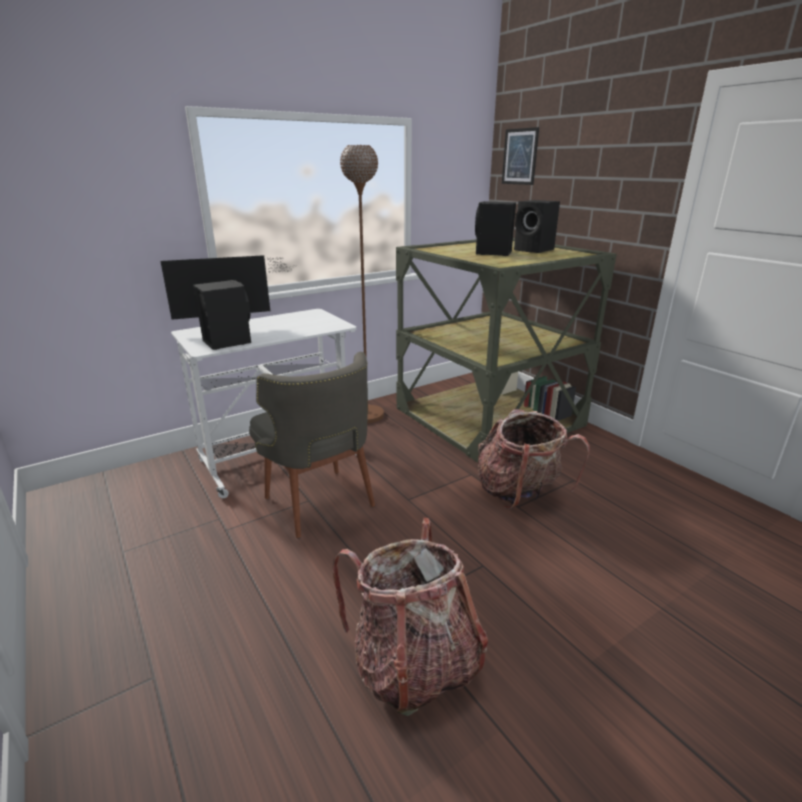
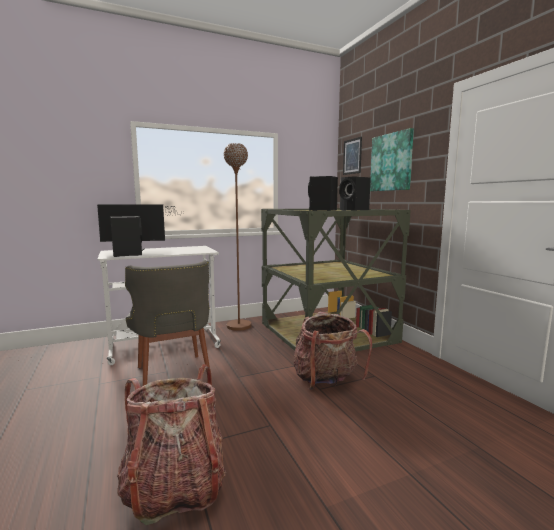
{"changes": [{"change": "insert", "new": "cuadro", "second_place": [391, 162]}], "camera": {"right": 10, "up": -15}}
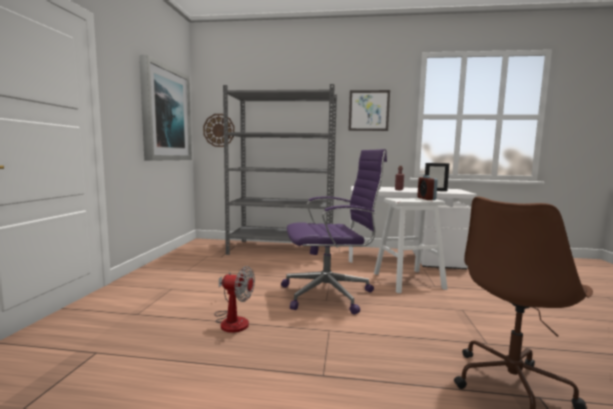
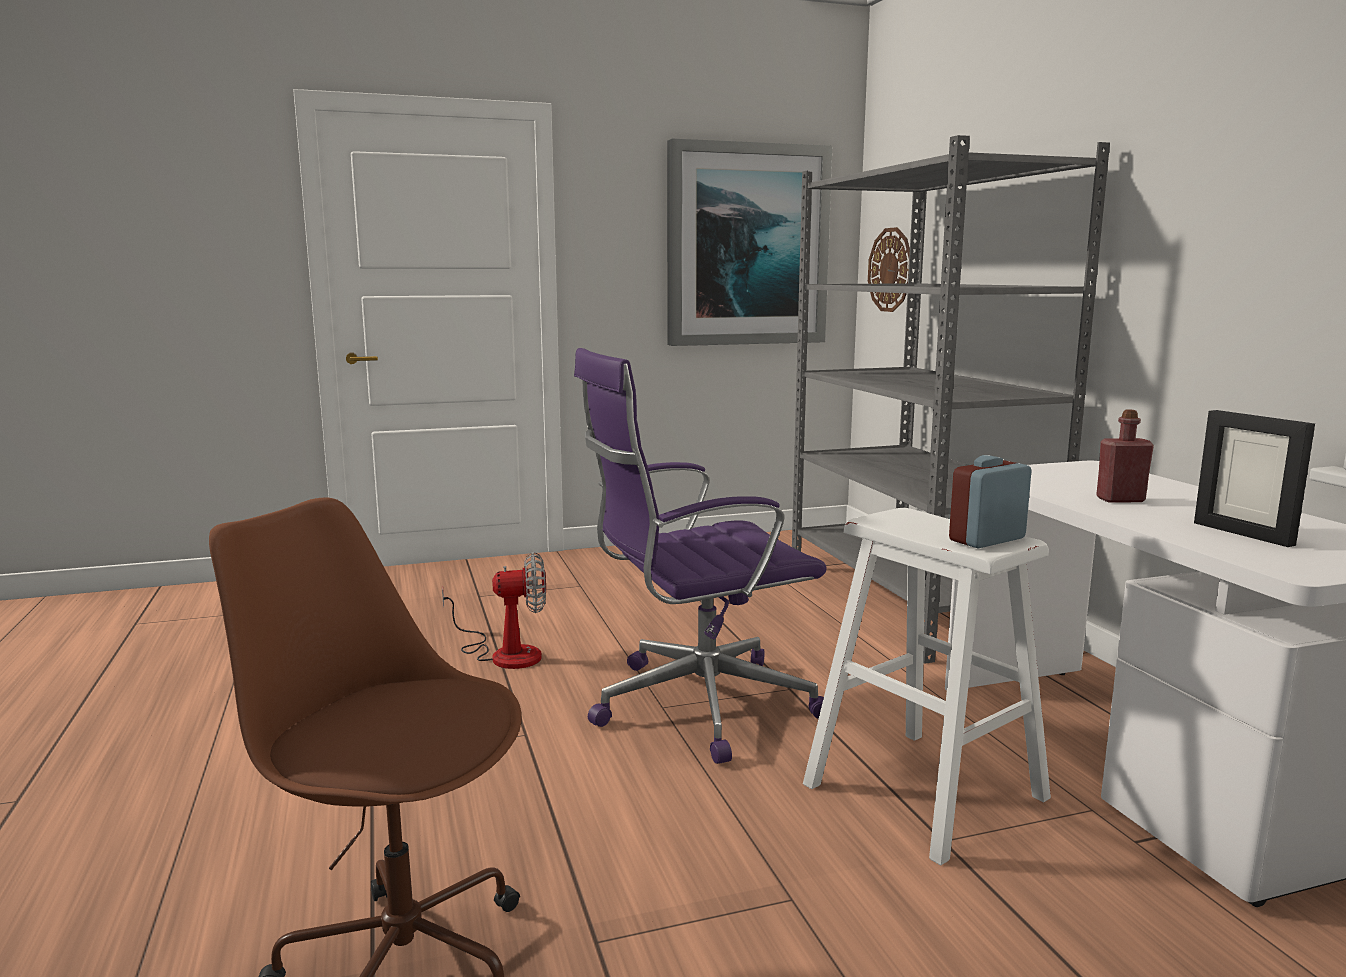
{"changes": [{"change": "delete", "old": "cuadro", "first_place": [368, 110]}, {"change": "rotate", "old": "ventilador", "first_place": [232, 320], "second_place": [504, 653], "degrees": -90}, {"change": "rotate", "old": "silla de oficina [morado]", "first_place": [330, 294], "second_place": [697, 705], "degrees": 105}], "camera": {"right": 65, "up": 5}}
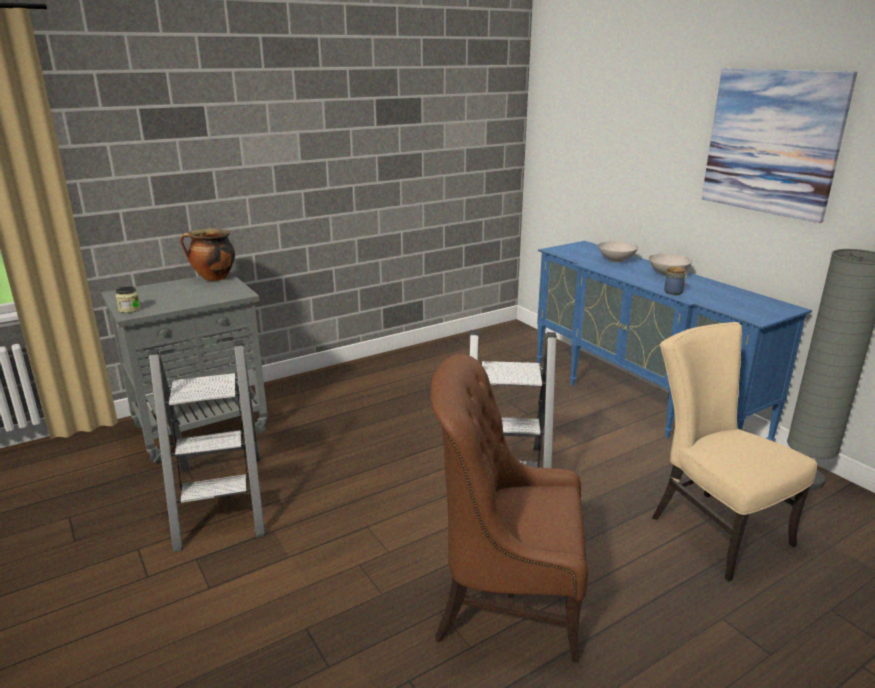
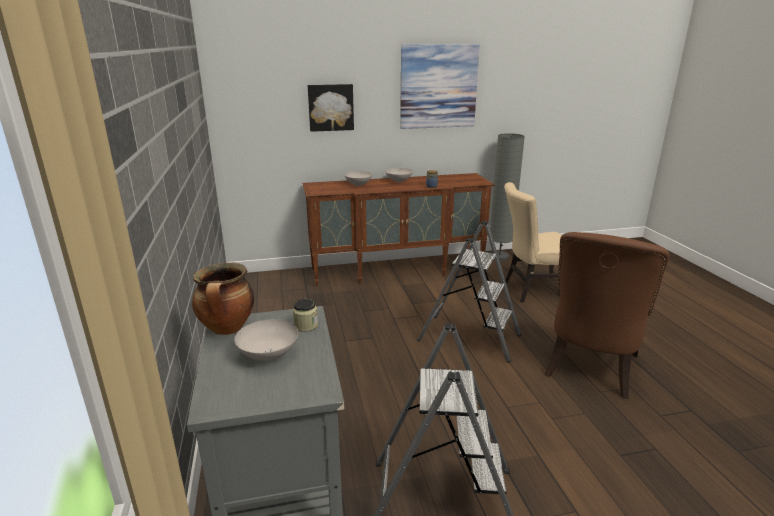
{"changes": [{"change": "insert", "new": "cuenco [blanco]", "second_place": [268, 354]}, {"change": "insert", "new": "cuadro", "second_place": [330, 107]}, {"change": "move", "old": "tarro", "first_place": [129, 309], "second_place": [306, 325]}, {"change": "recolor", "old": "armario [azul]", "new": "armario [marrón]", "first_place": [639, 401], "second_place": [397, 269]}], "camera": {"right": -70, "up": 0}}
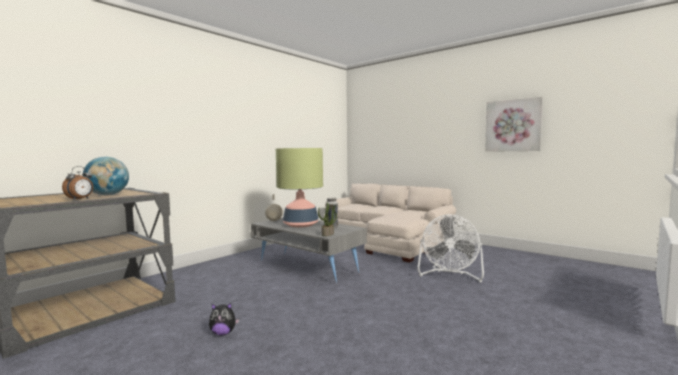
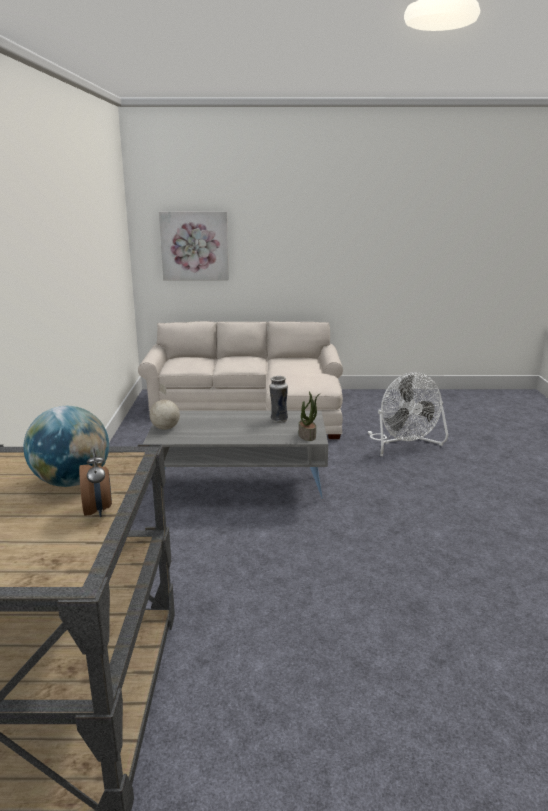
{"changes": [{"change": "delete", "old": "peluche", "first_place": [223, 333]}, {"change": "delete", "old": "lámpara de mesa", "first_place": [301, 224]}, {"change": "move", "old": "cuadro", "first_place": [513, 125], "second_place": [194, 246]}], "camera": {"right": -40, "up": 15}}
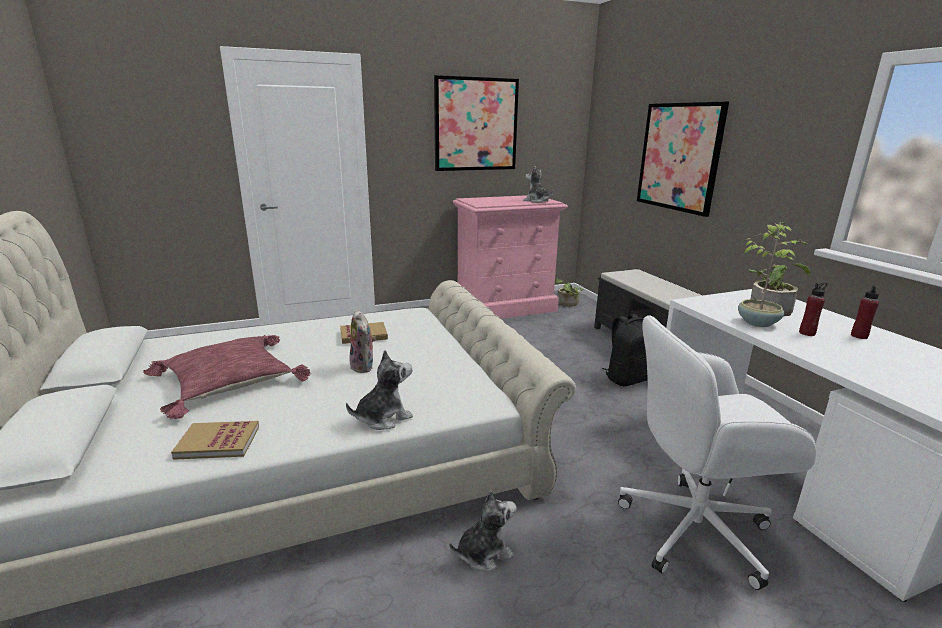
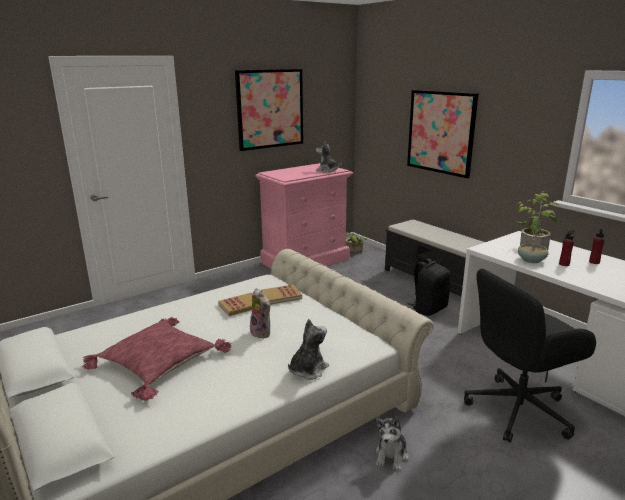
{"changes": [{"change": "move", "old": "libro", "first_place": [218, 442], "second_place": [281, 296]}, {"change": "recolor", "old": "silla de oficina [blanco]", "new": "silla de oficina [negro]", "first_place": [694, 530], "second_place": [518, 410]}, {"change": "rotate", "old": "peluche", "first_place": [484, 553], "second_place": [391, 455], "degrees": 150}], "camera": {"right": -15, "up": 0}}
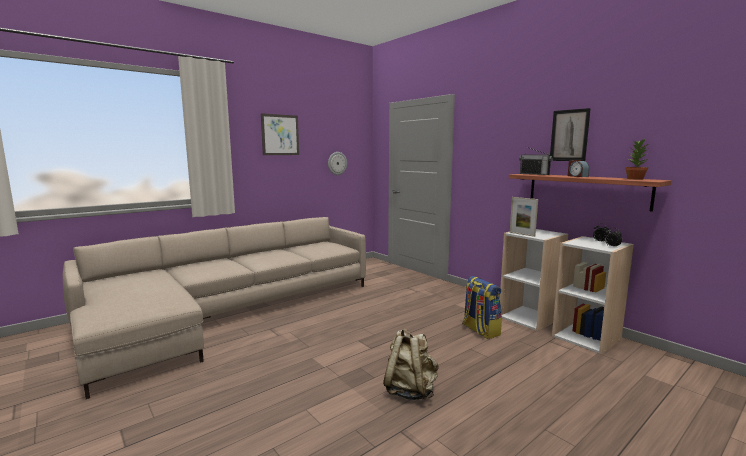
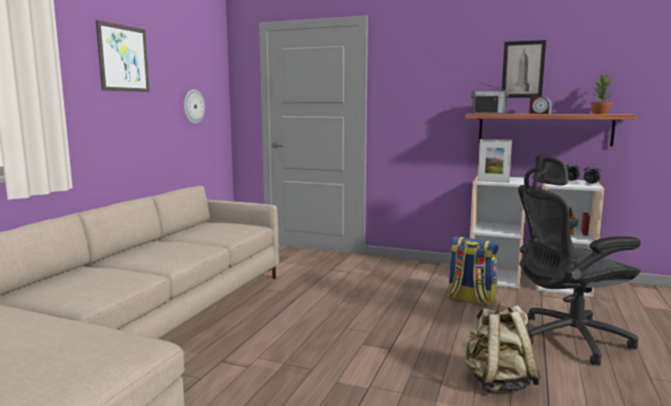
{"changes": [{"change": "insert", "new": "silla de oficina", "second_place": [567, 339]}], "camera": {"right": -30, "up": 0}}
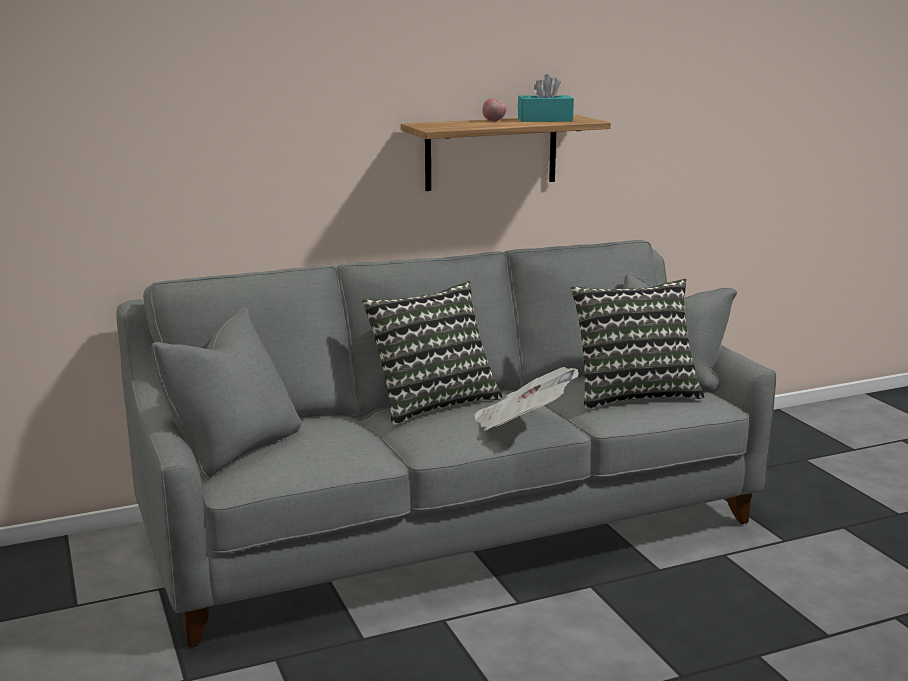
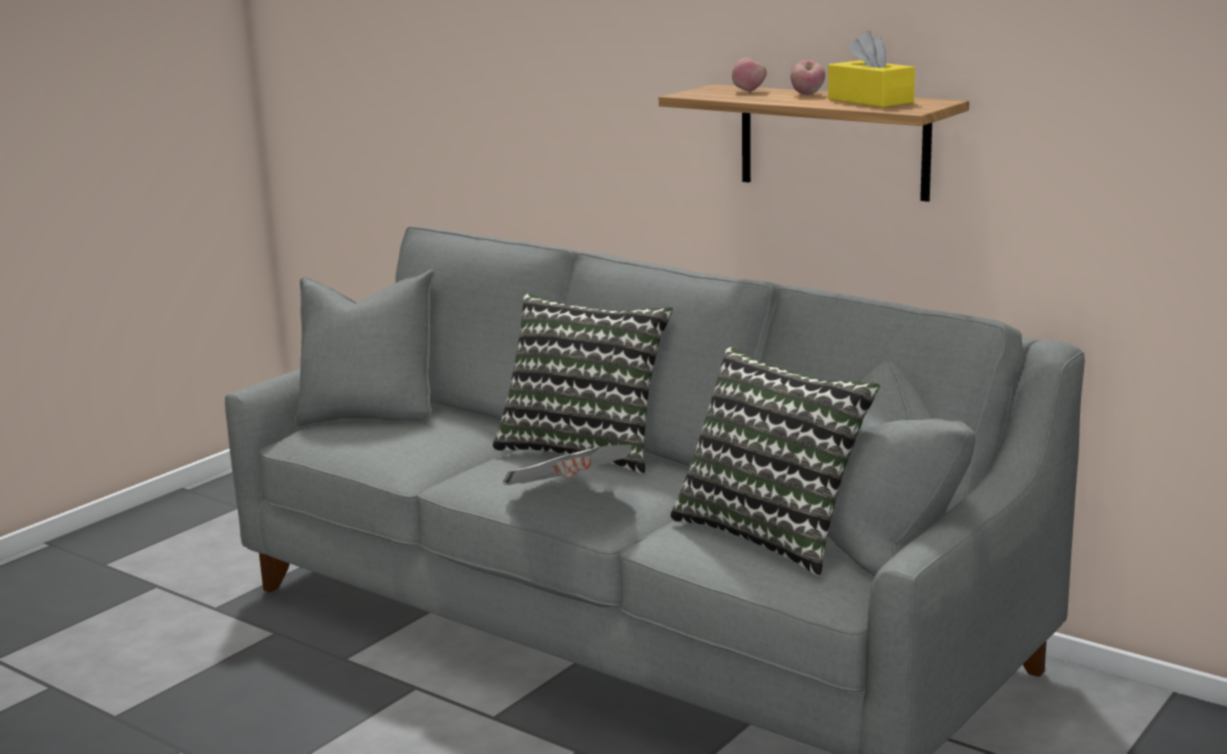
{"changes": [{"change": "insert", "new": "manzana", "second_place": [749, 91]}, {"change": "recolor", "old": "caja de pañuelos [turquesa]", "new": "caja de pañuelos [amarillo]", "first_place": [545, 120], "second_place": [870, 101]}], "camera": {"right": 60, "up": 0}}
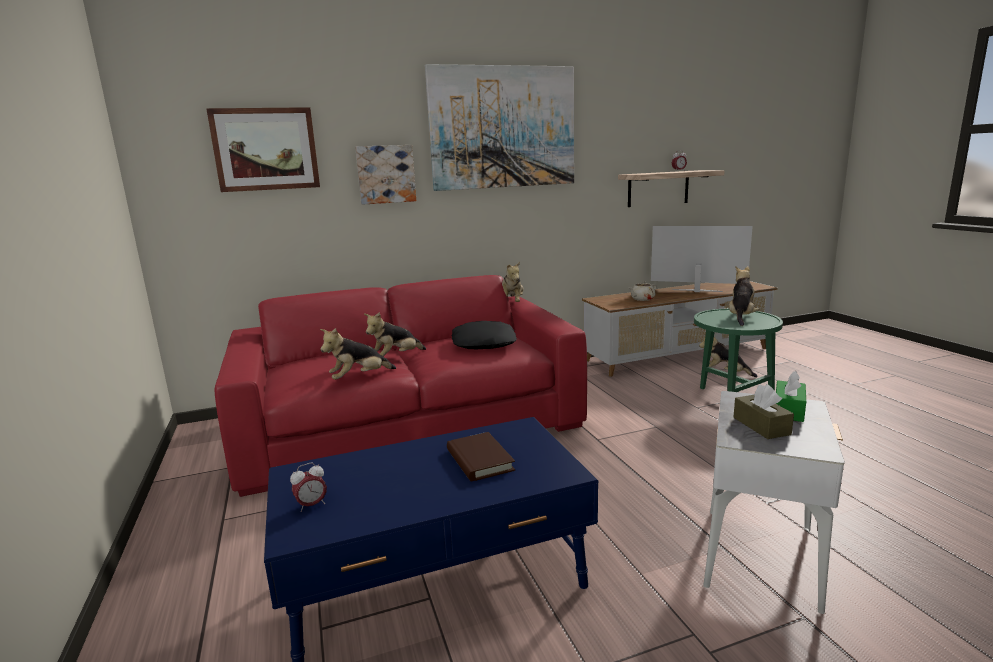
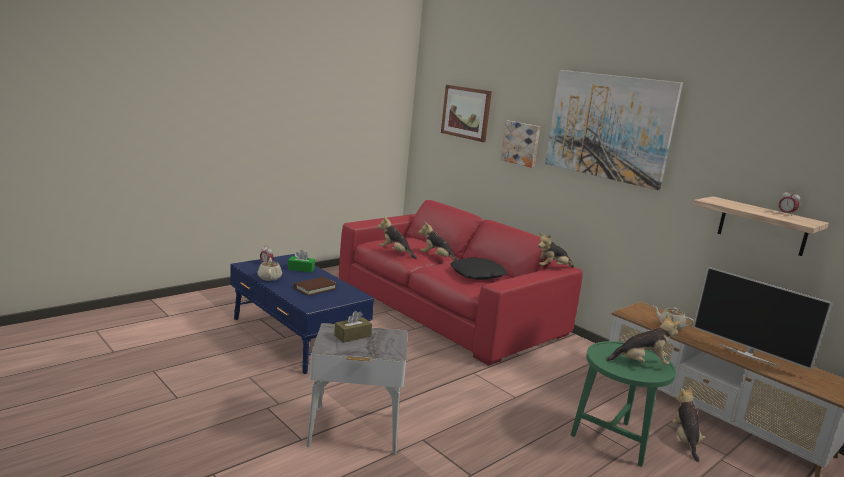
{"changes": [{"change": "insert", "new": "tetera [beis]", "second_place": [269, 278]}, {"change": "move", "old": "caja de pañuelos [verde]", "first_place": [788, 410], "second_place": [301, 269]}, {"change": "rotate", "old": "televisor", "first_place": [697, 291], "second_place": [748, 354], "degrees": 135}], "camera": {"right": 65, "up": 0}}
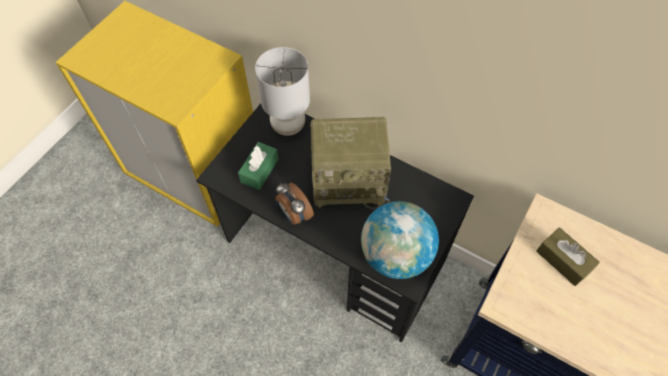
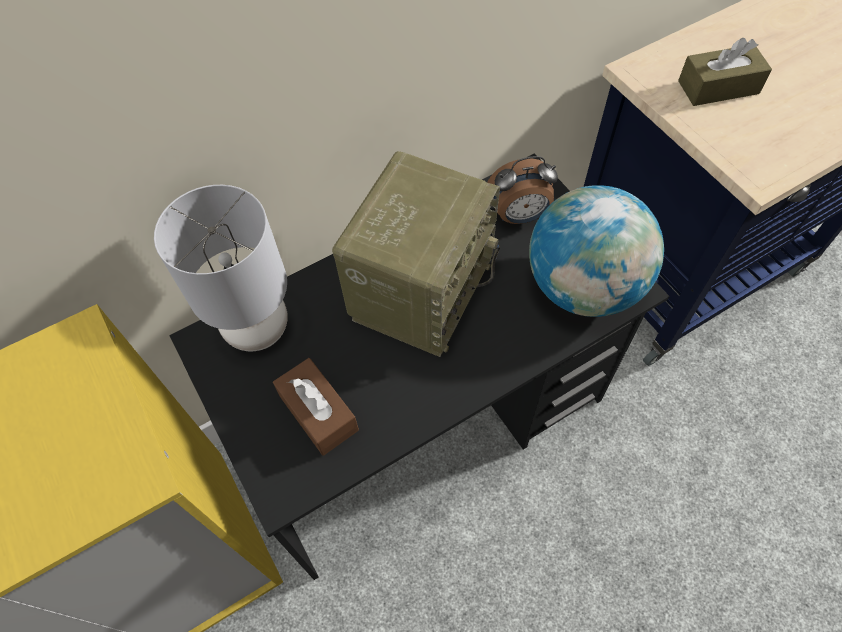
{"changes": [{"change": "move", "old": "despertador", "first_place": [294, 215], "second_place": [519, 216]}, {"change": "recolor", "old": "caja de pañuelos [verde]", "new": "caja de pañuelos [marrón]", "first_place": [259, 170], "second_place": [318, 413]}], "camera": {"right": -60, "up": 0}}
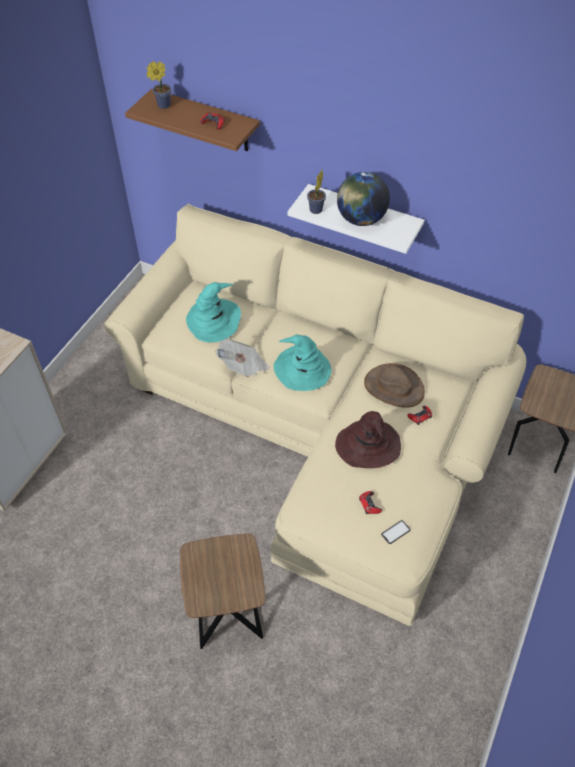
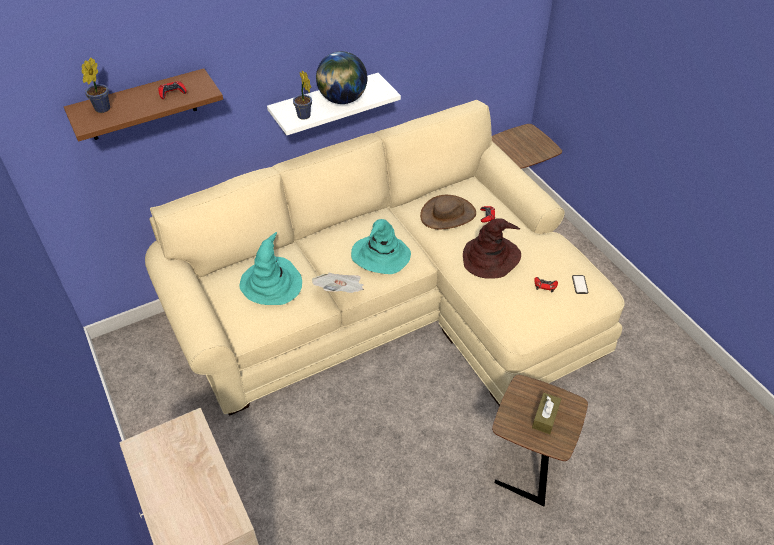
{"changes": [{"change": "insert", "new": "caja de pañuelos [marrón]", "second_place": [545, 417]}], "camera": {"right": -55, "up": -5}}
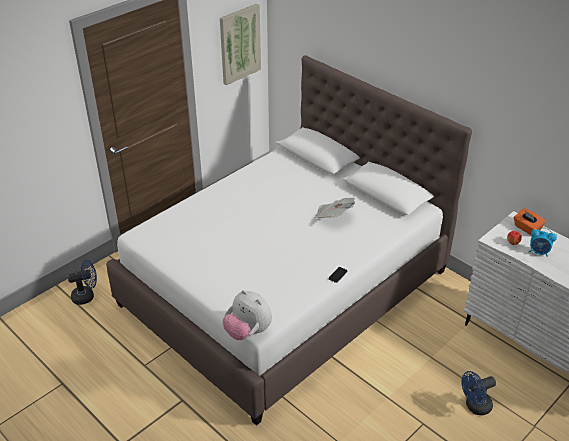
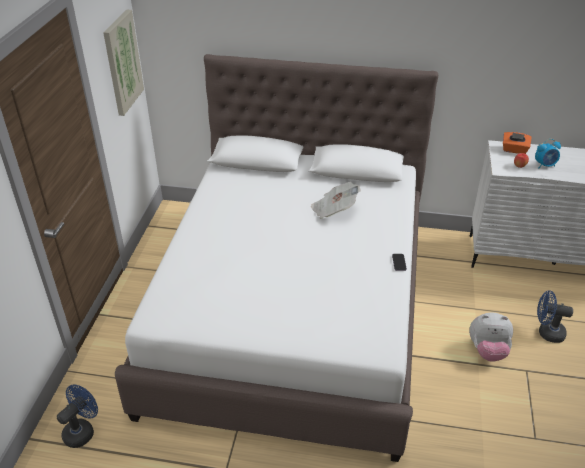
{"changes": [{"change": "move", "old": "peluche", "first_place": [248, 332], "second_place": [487, 351]}, {"change": "rotate", "old": "ventilador [azul]", "first_place": [475, 407], "second_place": [546, 332], "degrees": 75}], "camera": {"right": -35, "up": 0}}
